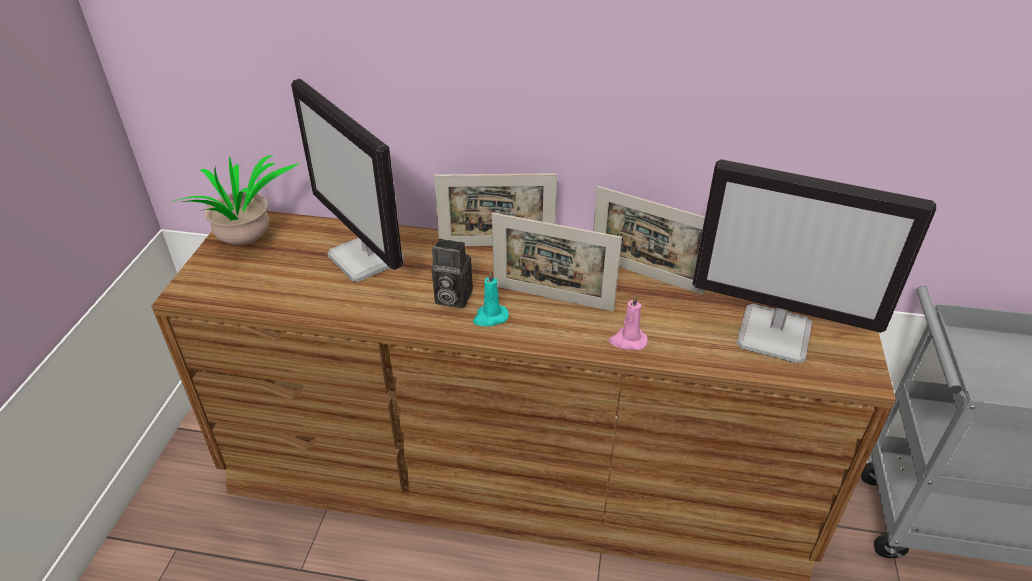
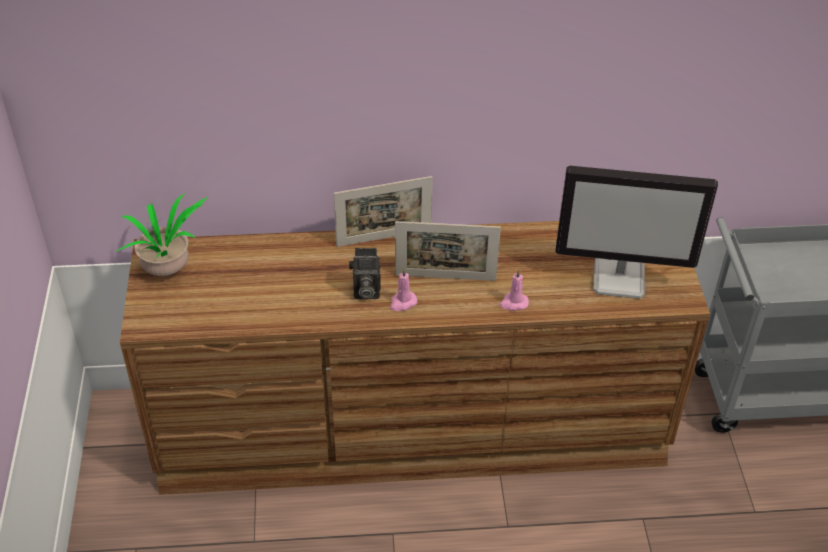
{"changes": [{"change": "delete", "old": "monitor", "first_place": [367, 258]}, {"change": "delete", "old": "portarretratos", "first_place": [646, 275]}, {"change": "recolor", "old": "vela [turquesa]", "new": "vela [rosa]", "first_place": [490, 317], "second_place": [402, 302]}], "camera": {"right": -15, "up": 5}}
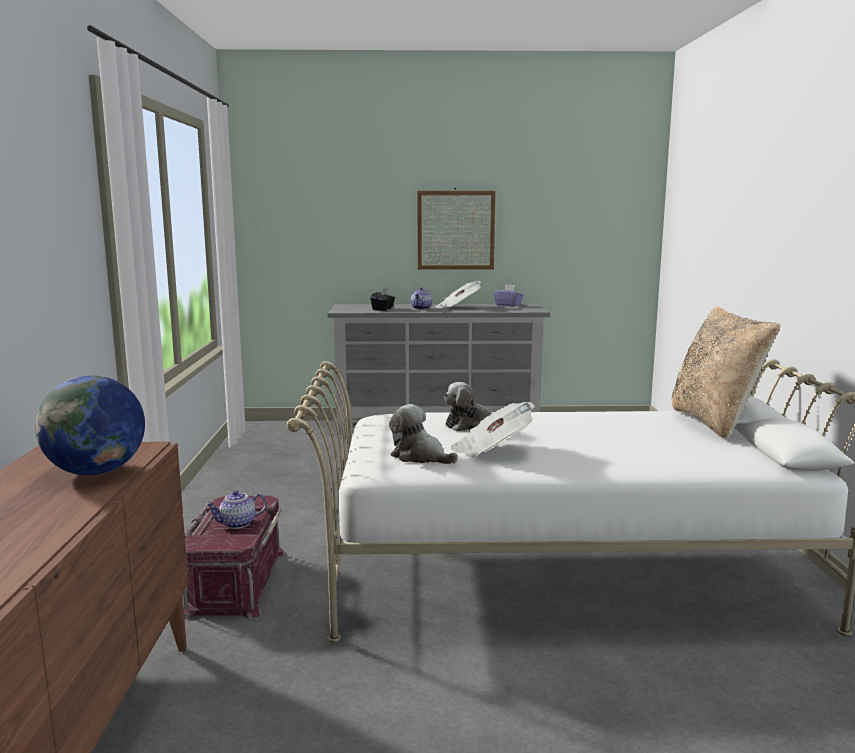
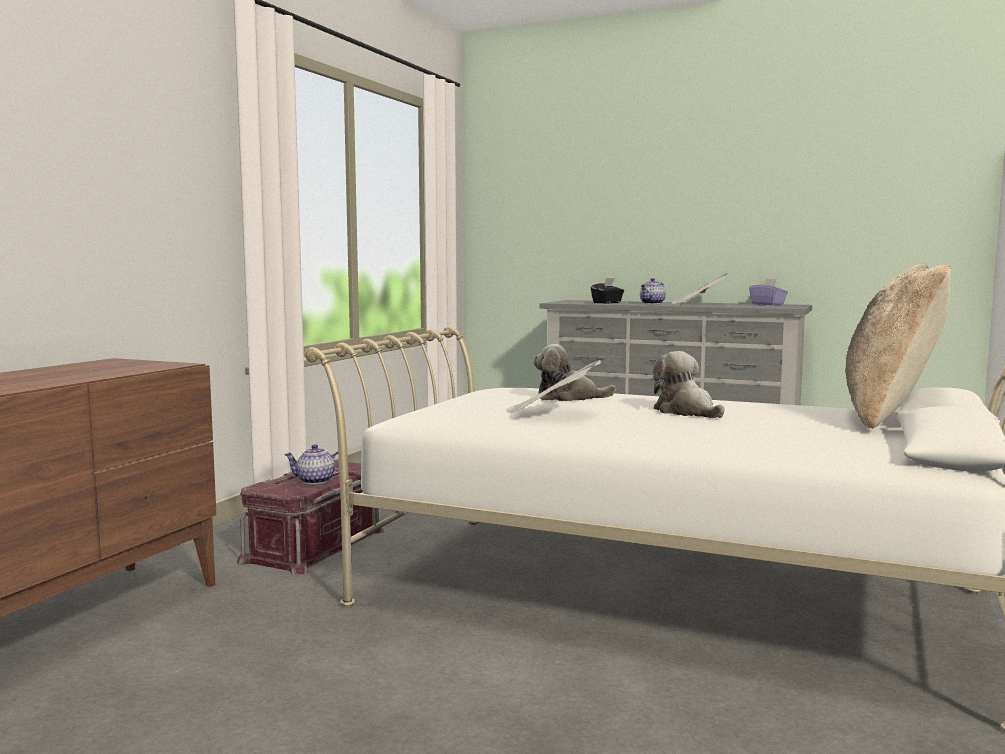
{"changes": [{"change": "delete", "old": "globo terráqueo", "first_place": [96, 472]}, {"change": "delete", "old": "cuadro", "first_place": [456, 229]}, {"change": "move", "old": "peluche", "first_place": [420, 457], "second_place": [686, 412]}], "camera": {"right": 25, "up": -5}}
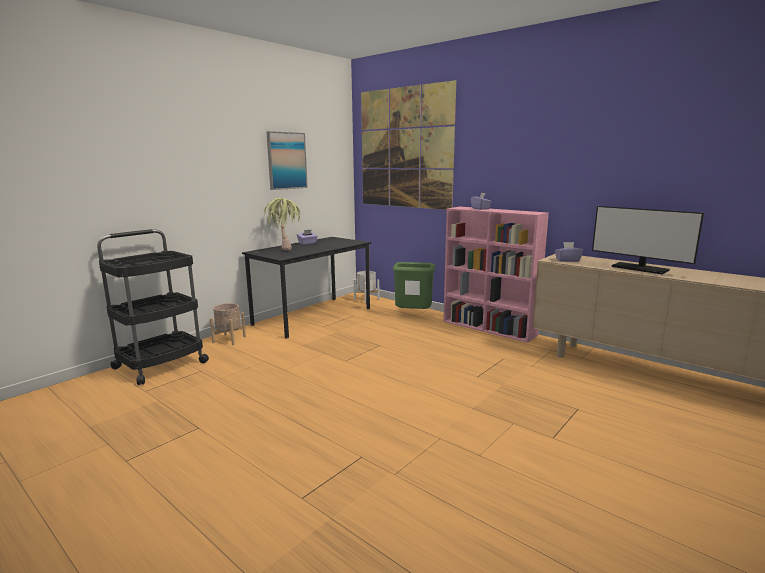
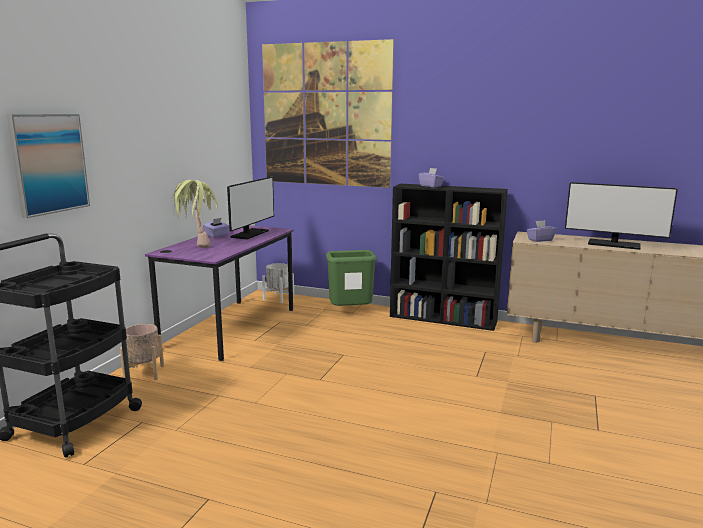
{"changes": [{"change": "insert", "new": "monitor", "second_place": [250, 234]}, {"change": "move", "old": "cuadro", "first_place": [286, 160], "second_place": [49, 163]}, {"change": "recolor", "old": "escritorio [negro]", "new": "escritorio [morado]", "first_place": [313, 316], "second_place": [231, 328]}, {"change": "recolor", "old": "estantería [rosa]", "new": "estantería [negro]", "first_place": [489, 328], "second_place": [444, 319]}], "camera": {"right": -20, "up": 0}}
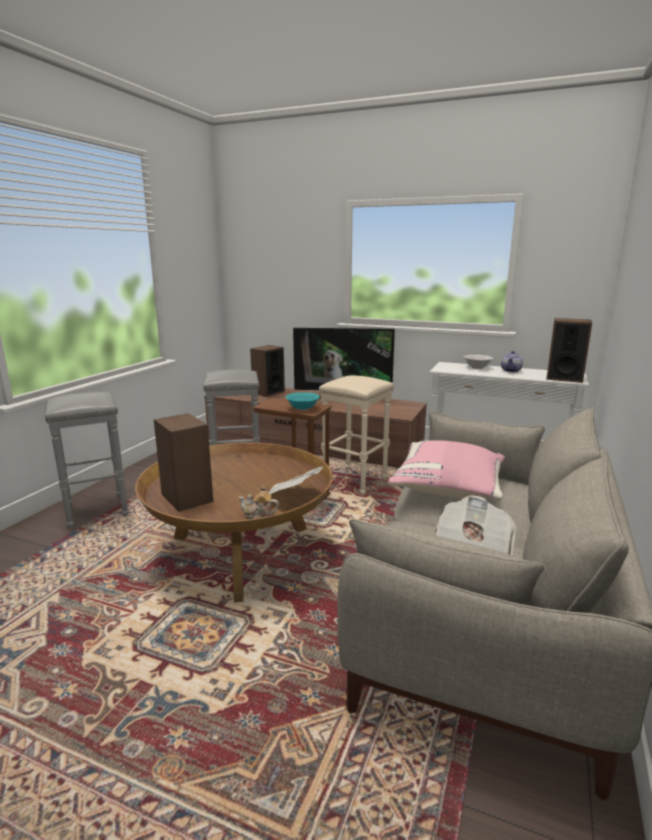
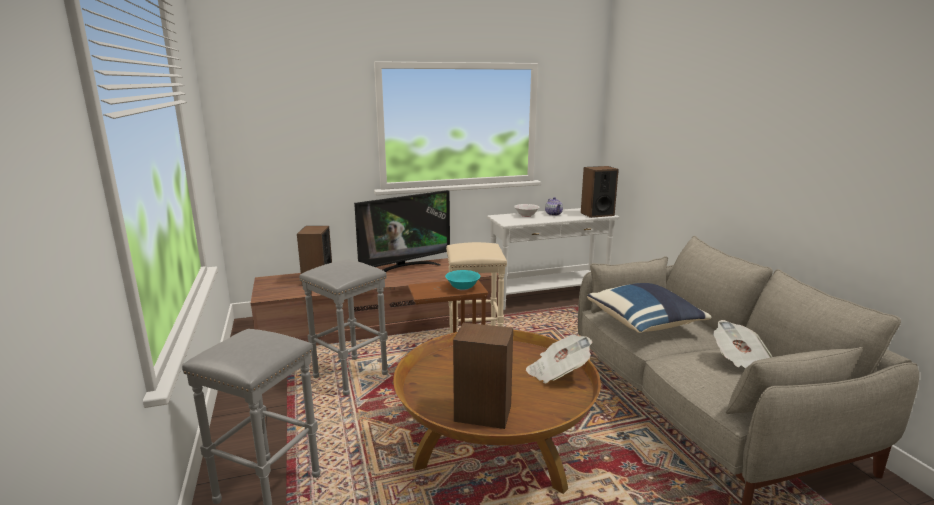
{"changes": [{"change": "delete", "old": "tetera", "first_place": [258, 515]}, {"change": "recolor", "old": "cojín [rosa]", "new": "cojín [azul]", "first_place": [449, 490], "second_place": [645, 324]}], "camera": {"right": -40, "up": 0}}
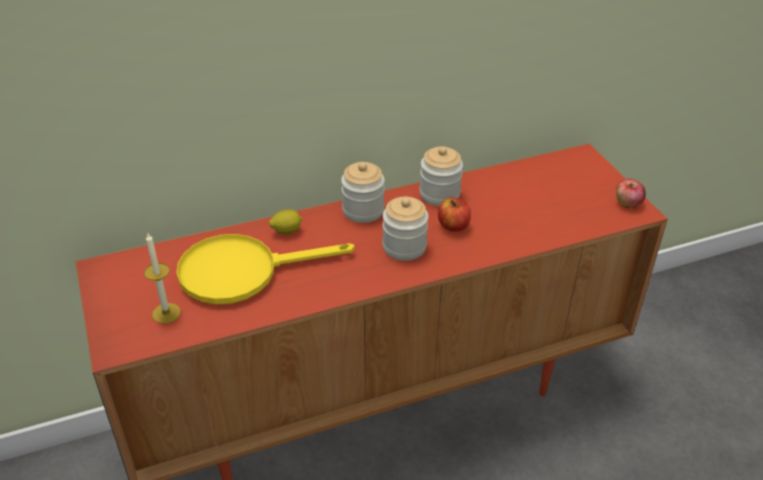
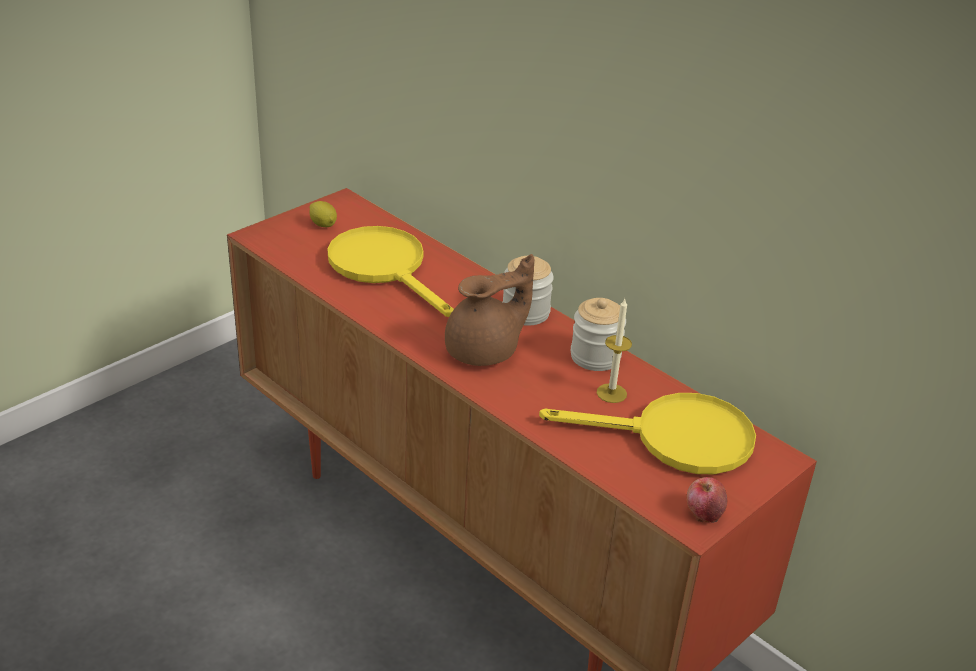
{"changes": [{"change": "delete", "old": "manzana", "first_place": [453, 226]}, {"change": "insert", "new": "sartén [amarillo]", "second_place": [676, 439]}, {"change": "move", "old": "vela", "first_place": [166, 313], "second_place": [611, 393]}, {"change": "move", "old": "limón", "first_place": [286, 231], "second_place": [323, 224]}, {"change": "replace", "old": "tarro", "new": "tetera [marrón]", "first_place": [404, 247], "second_place": [485, 351]}], "camera": {"right": 65, "up": -5}}
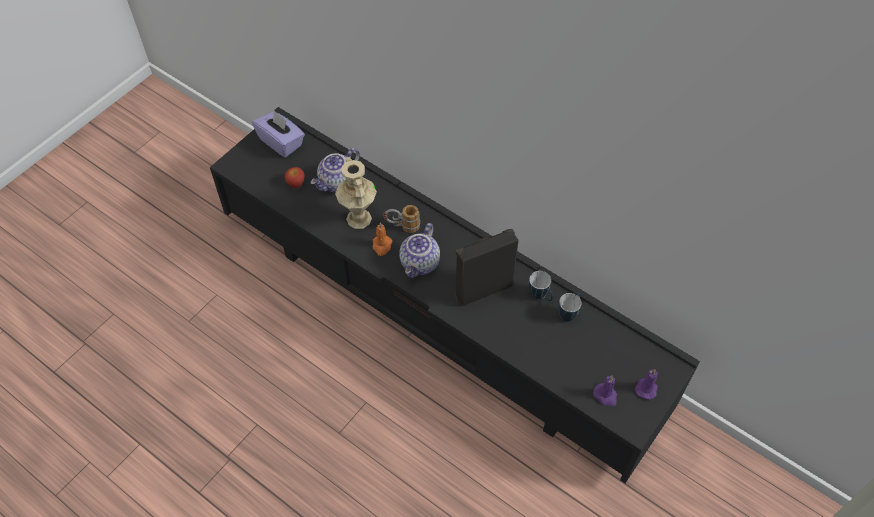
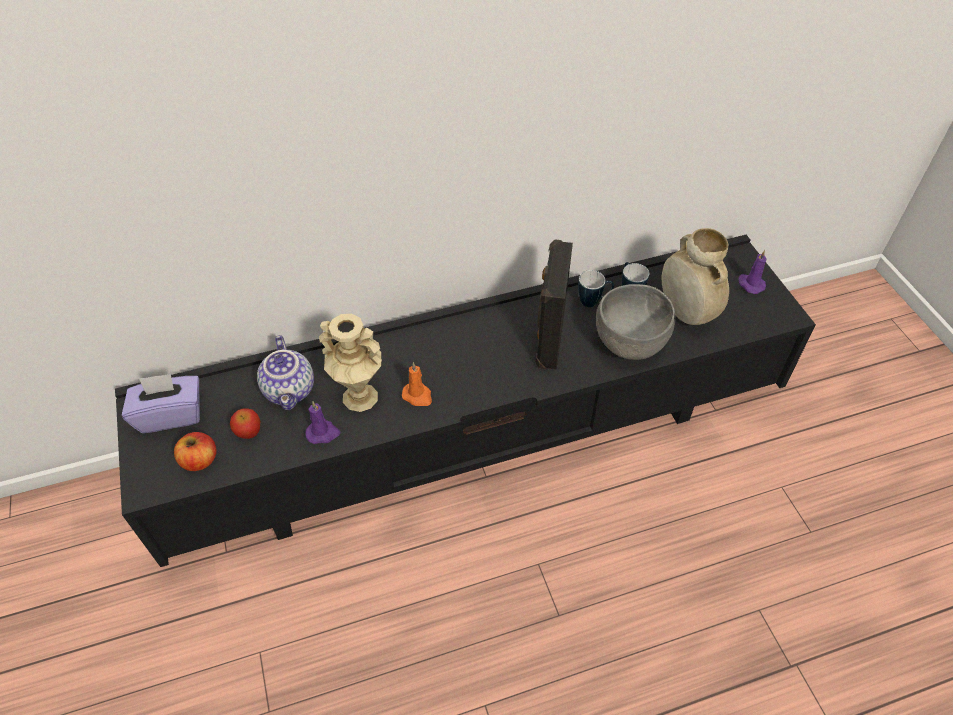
{"changes": [{"change": "delete", "old": "taza grande", "first_place": [402, 227]}, {"change": "delete", "old": "tetera", "first_place": [420, 263]}, {"change": "insert", "new": "manzana", "second_place": [200, 460]}, {"change": "insert", "new": "cuenco [gris]", "second_place": [629, 344]}, {"change": "insert", "new": "florero [beis]", "second_place": [685, 312]}, {"change": "move", "old": "vela [morado]", "first_place": [606, 396], "second_place": [323, 433]}], "camera": {"right": -55, "up": -5}}
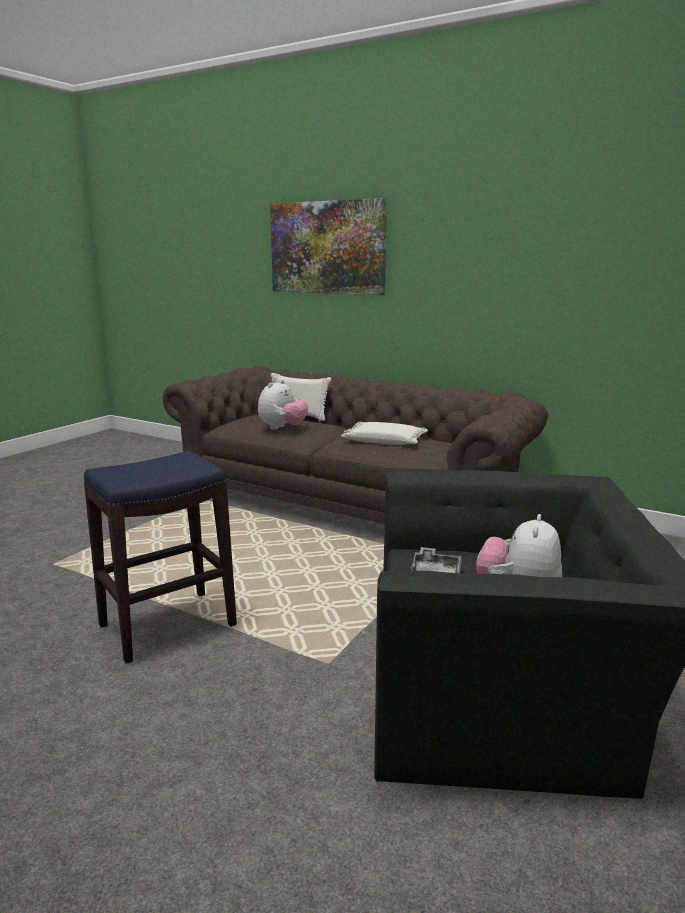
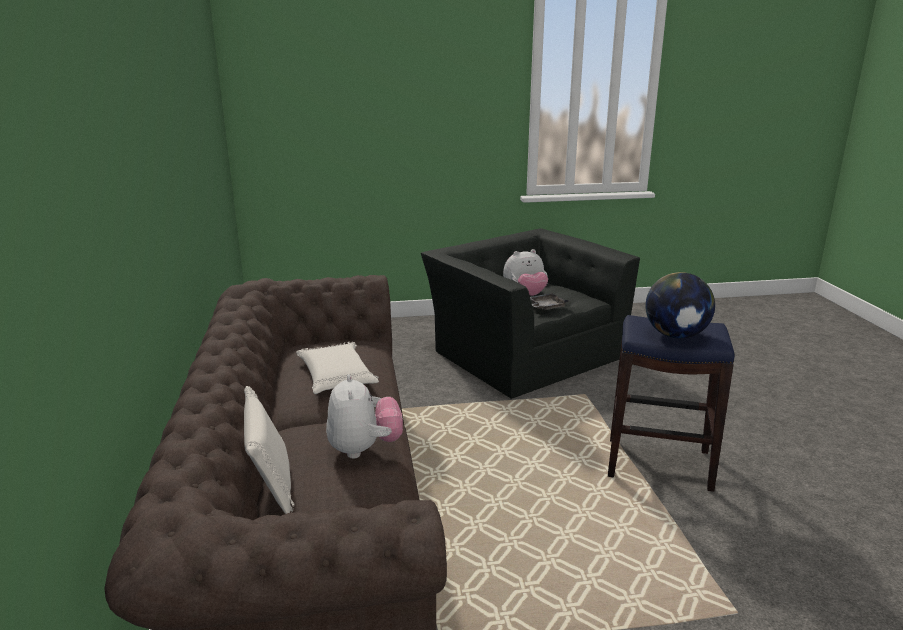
{"changes": [{"change": "delete", "old": "cuadro", "first_place": [327, 248]}, {"change": "insert", "new": "globo terráqueo", "second_place": [676, 335]}, {"change": "rotate", "old": "peluche", "first_place": [282, 428], "second_place": [364, 449], "degrees": 90}], "camera": {"right": -130, "up": 5}}
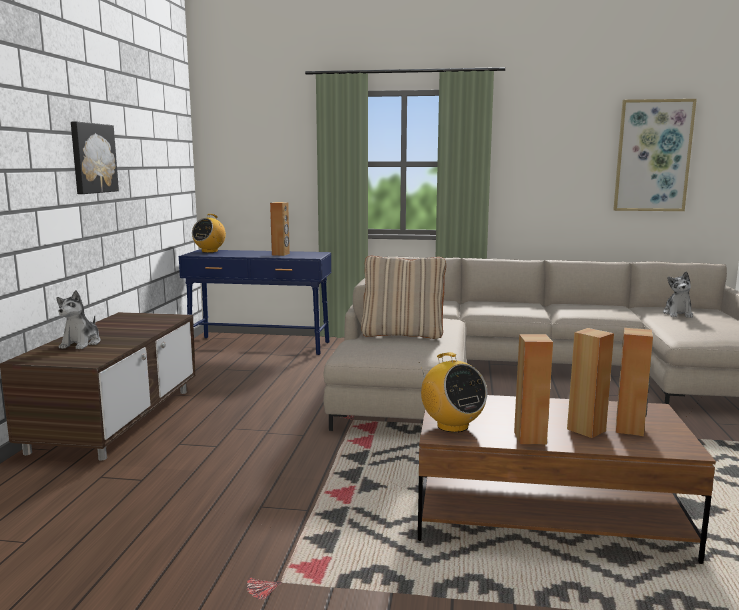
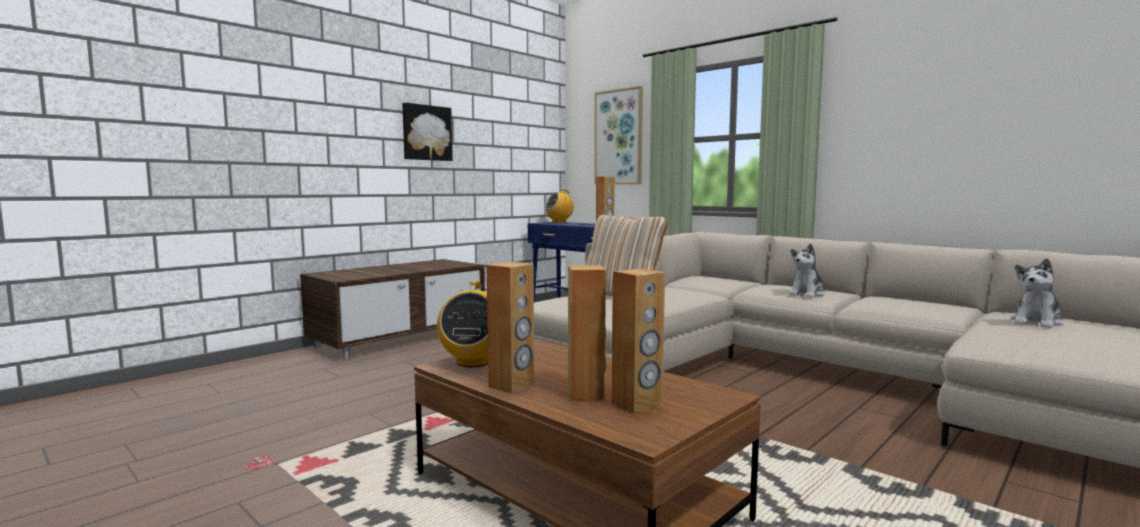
{"changes": [{"change": "move", "old": "peluche", "first_place": [81, 344], "second_place": [807, 294]}, {"change": "move", "old": "cuadro", "first_place": [653, 156], "second_place": [618, 137]}], "camera": {"right": 35, "up": -5}}
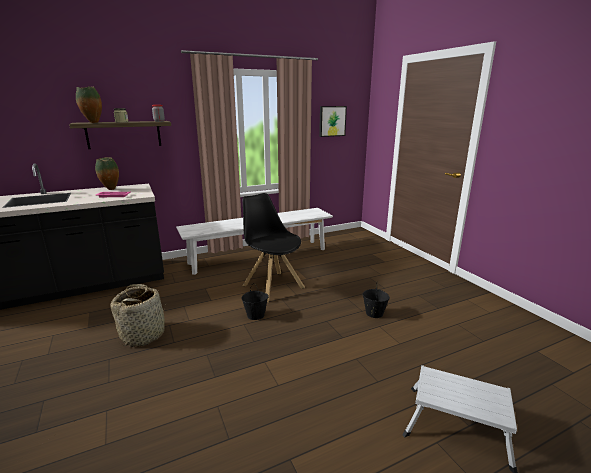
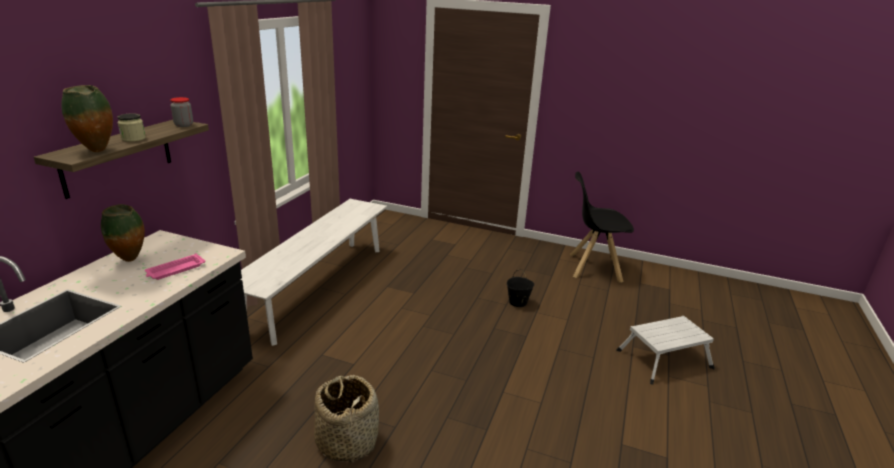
{"changes": [{"change": "delete", "old": "cubo [negro]", "first_place": [256, 315]}, {"change": "delete", "old": "cuadro", "first_place": [332, 121]}, {"change": "move", "old": "silla [negro]", "first_place": [272, 286], "second_place": [593, 267]}], "camera": {"right": -45, "up": 5}}
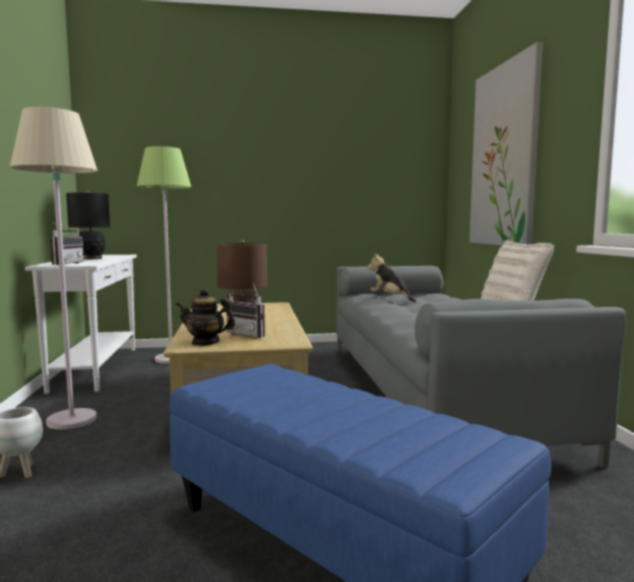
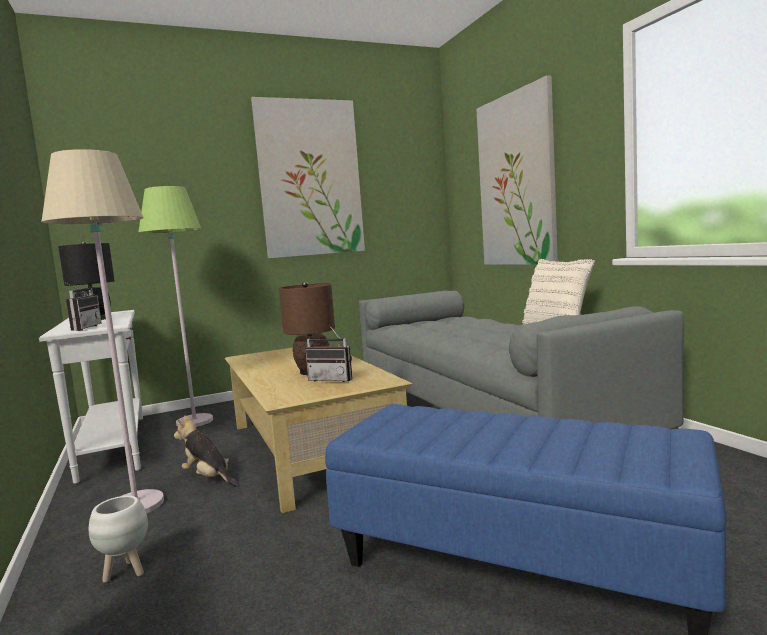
{"changes": [{"change": "delete", "old": "tetera", "first_place": [206, 342]}, {"change": "insert", "new": "cuadro", "second_place": [310, 178]}, {"change": "move", "old": "peluche", "first_place": [390, 298], "second_place": [208, 478]}], "camera": {"right": -15, "up": 0}}
